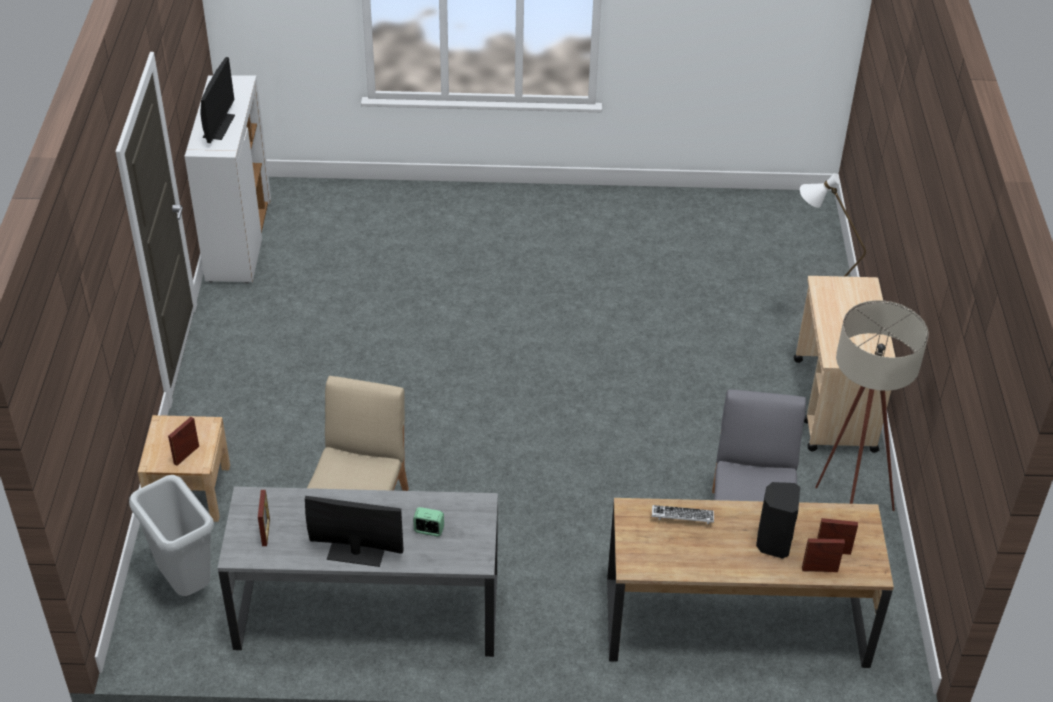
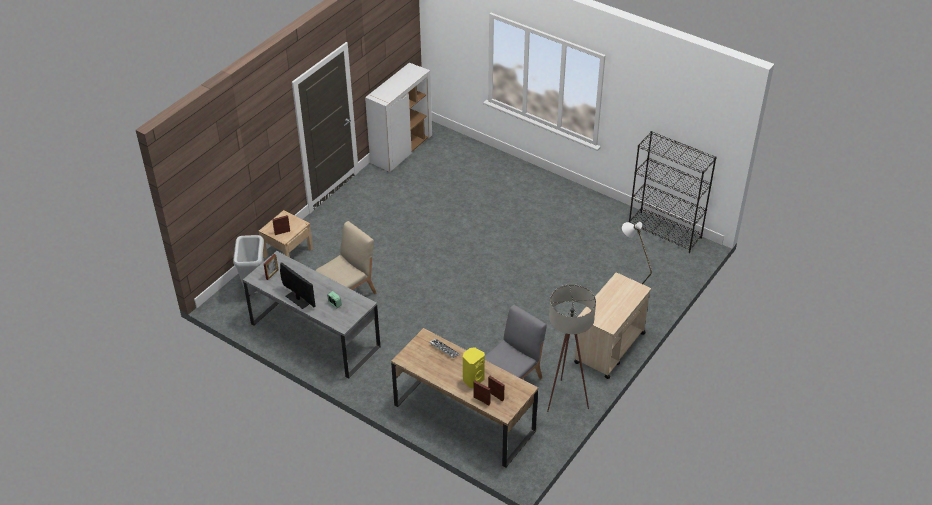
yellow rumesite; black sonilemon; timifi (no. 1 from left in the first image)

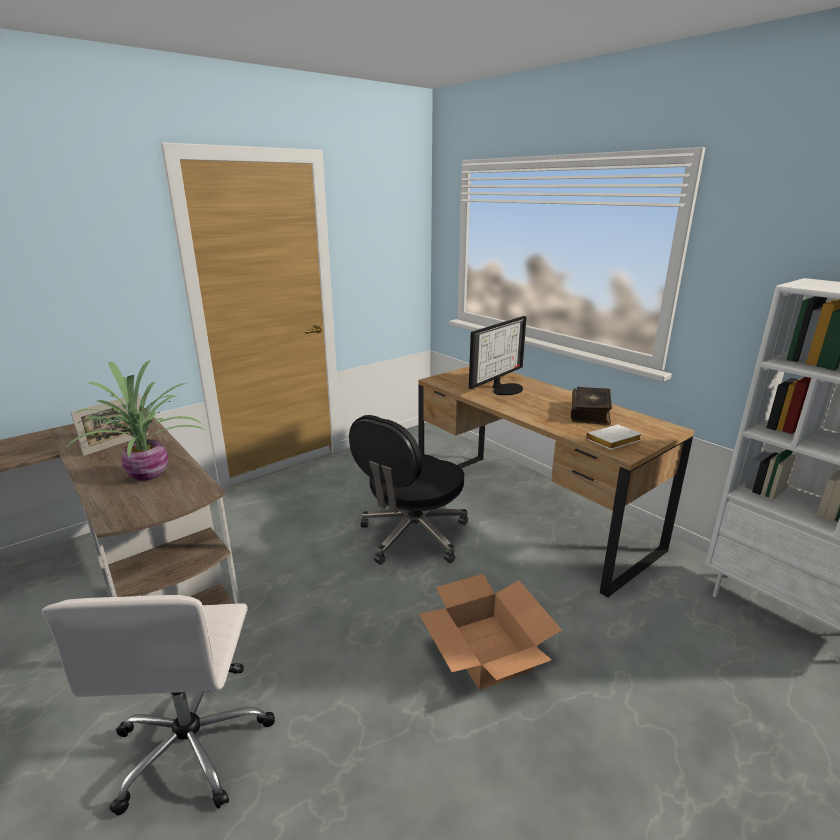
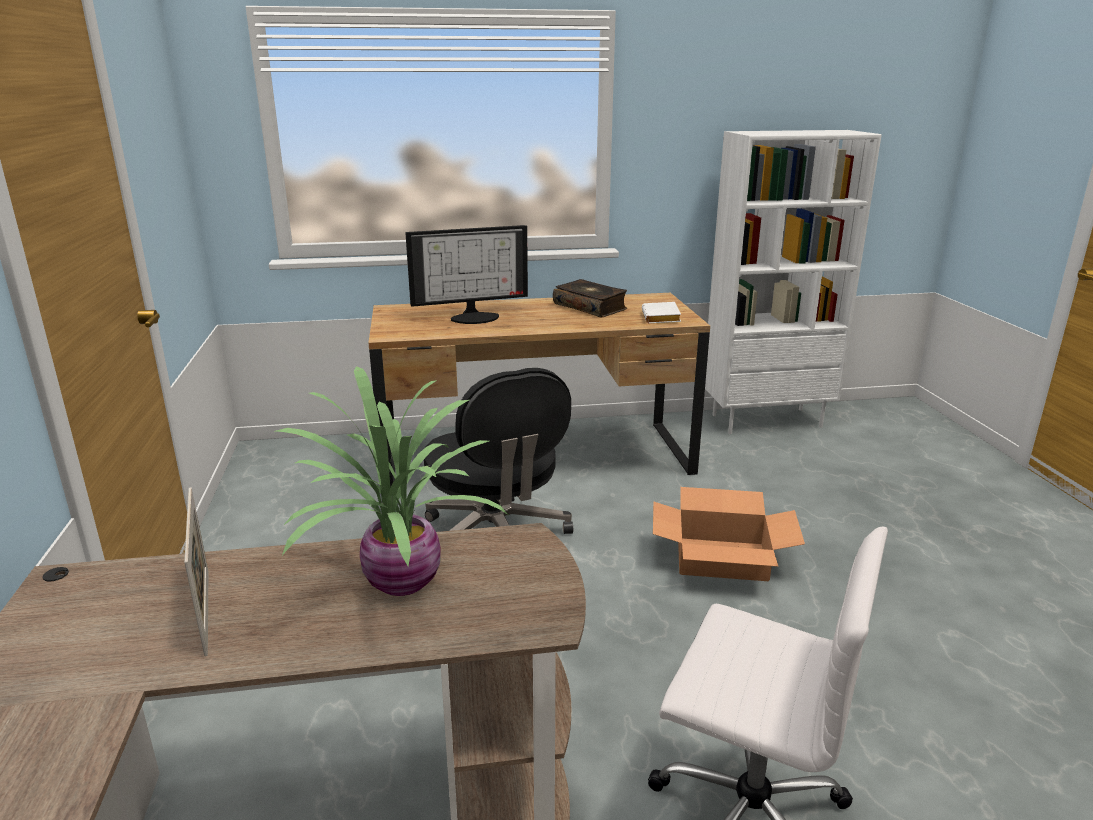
timifi

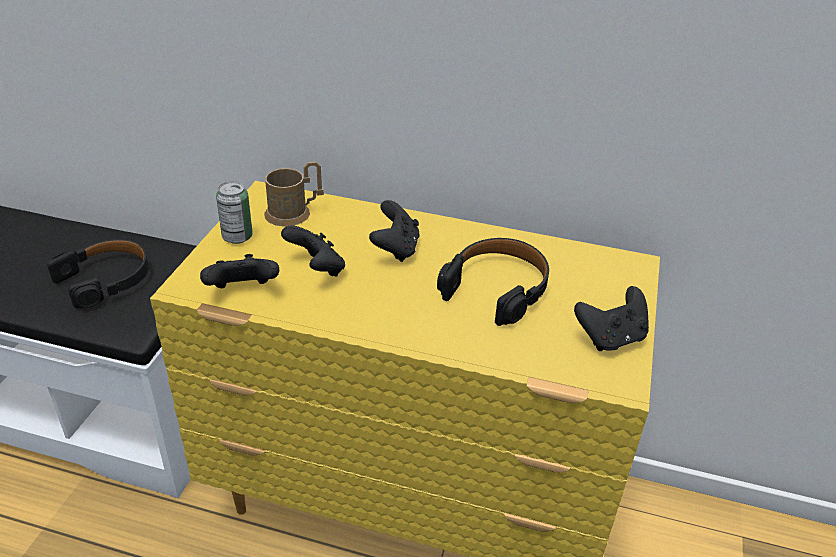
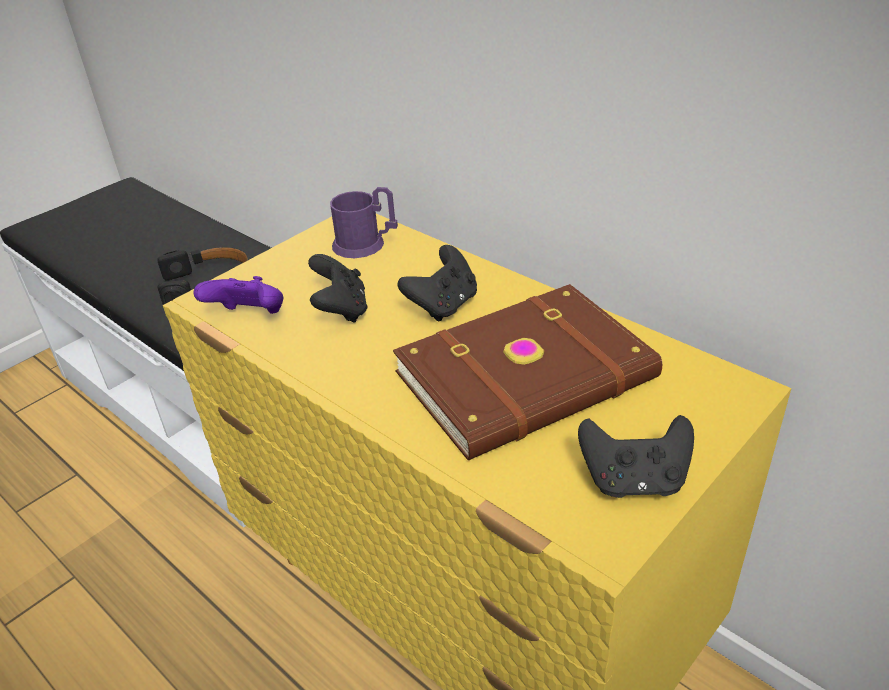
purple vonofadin; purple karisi; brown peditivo; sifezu

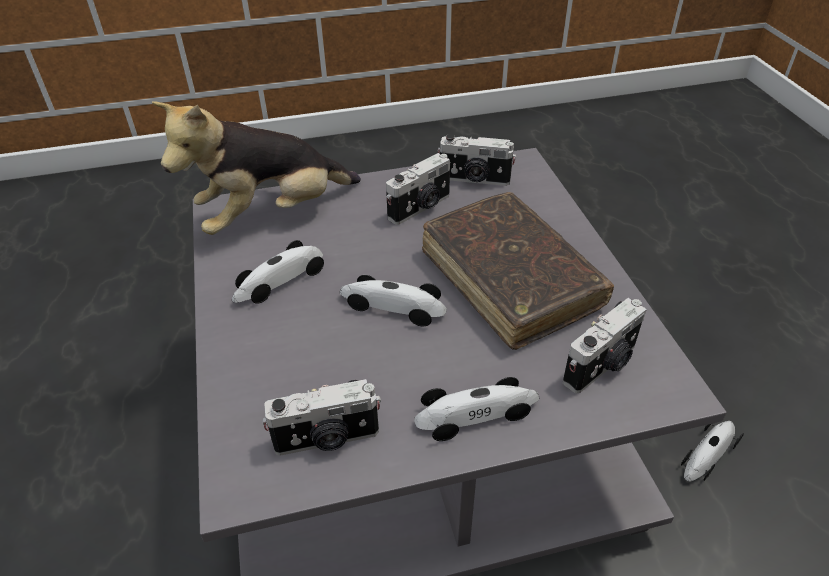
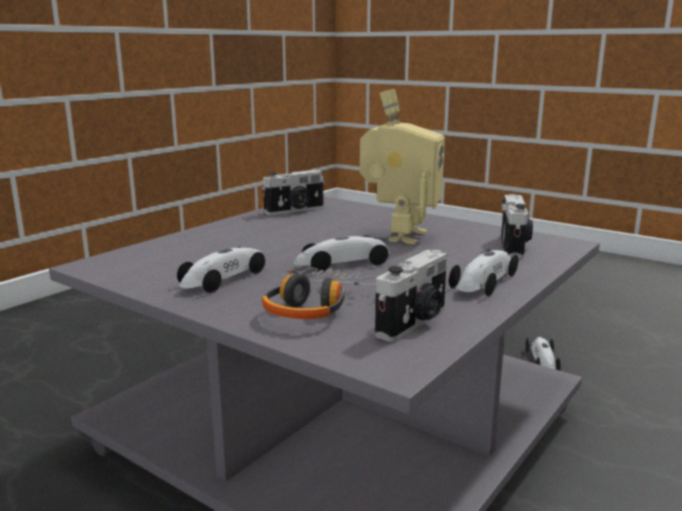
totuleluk (no. 1 from left); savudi; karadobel; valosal; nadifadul (no. 2 from left in the first image)

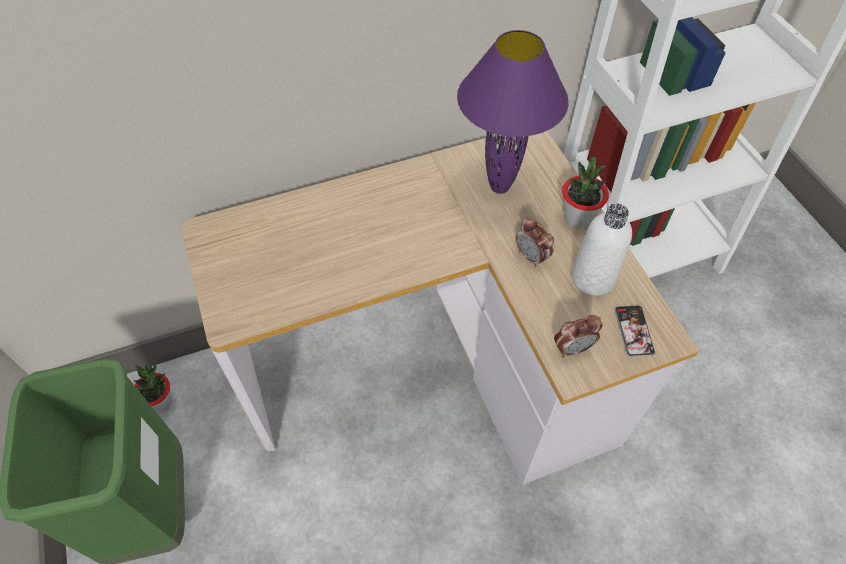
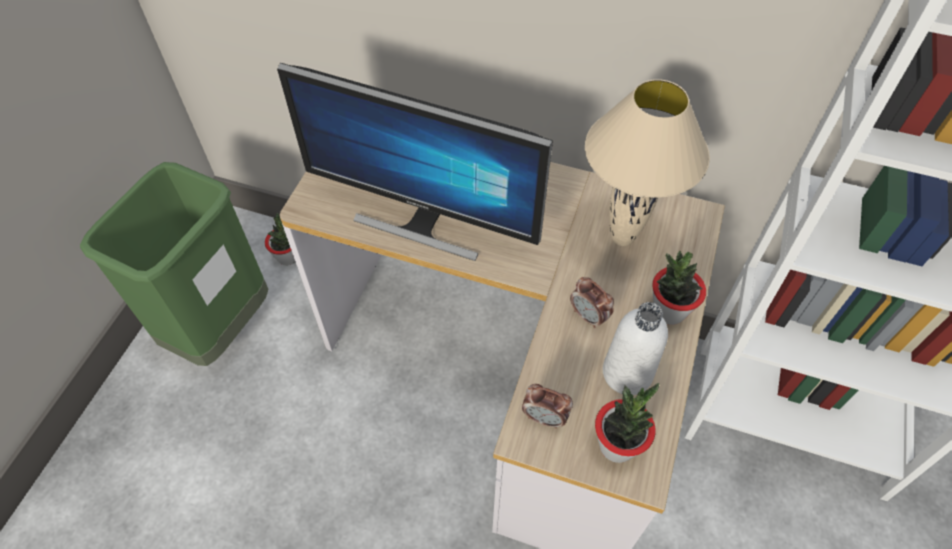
timifi; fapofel (no. 2 from left); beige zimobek; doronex (no. 2 from left)

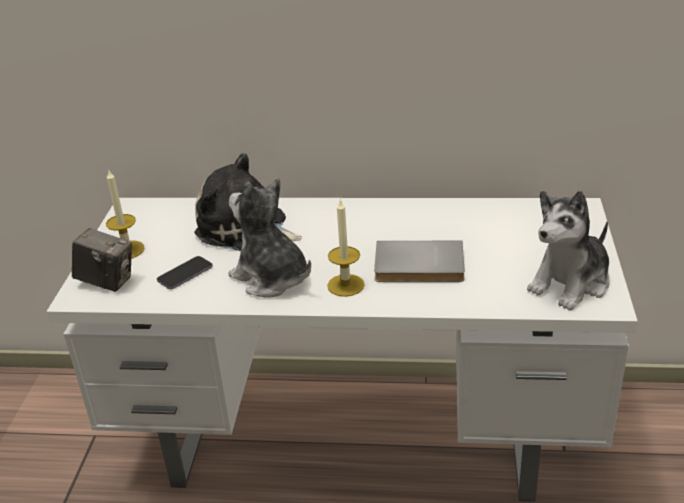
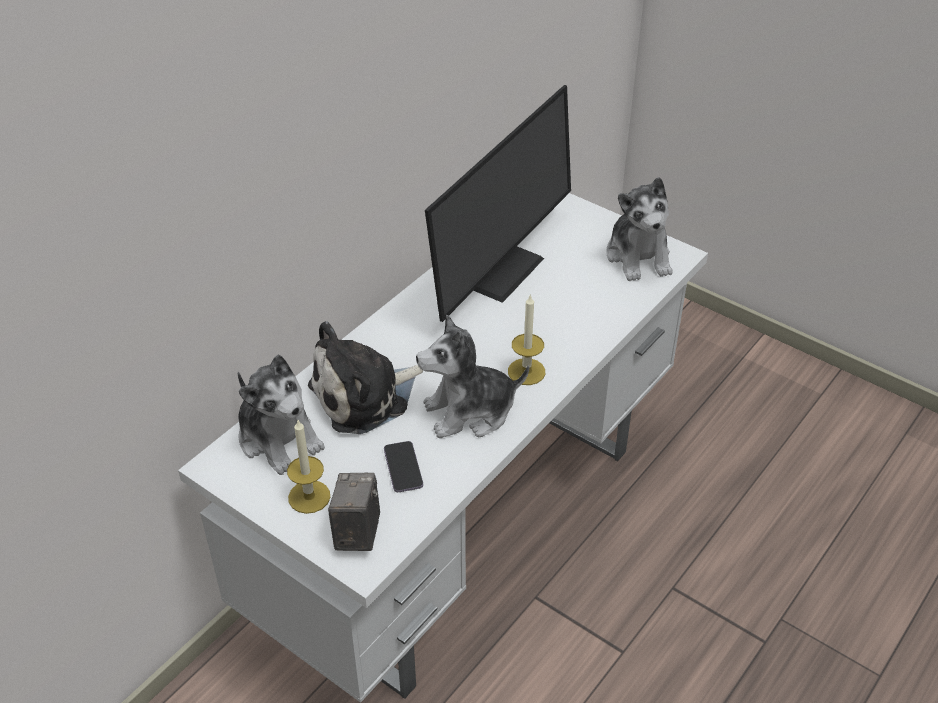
valosal (no. 1 from left); nadifadul; timifi; grey peditivo

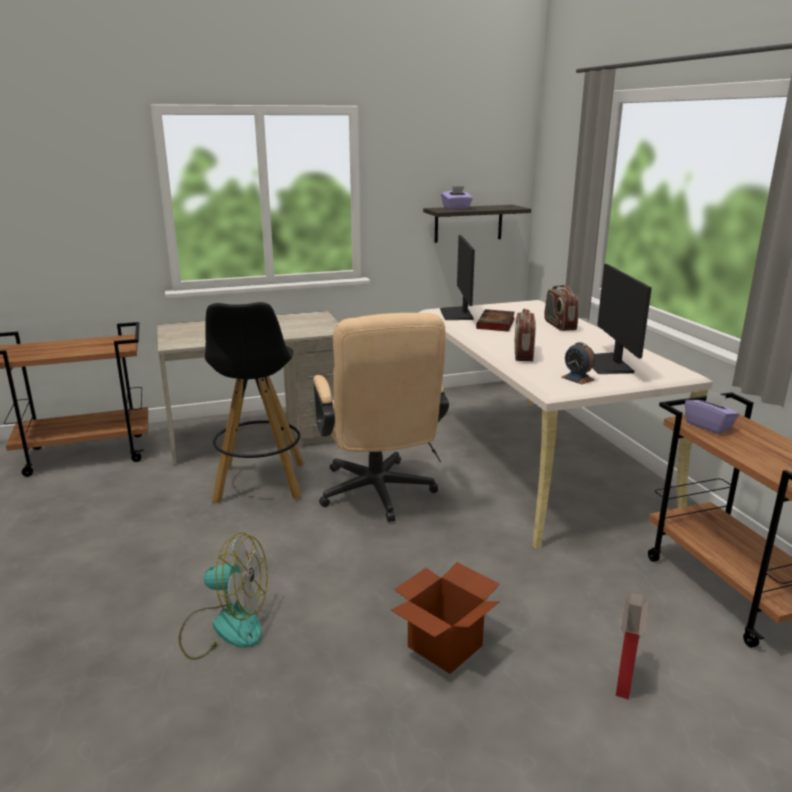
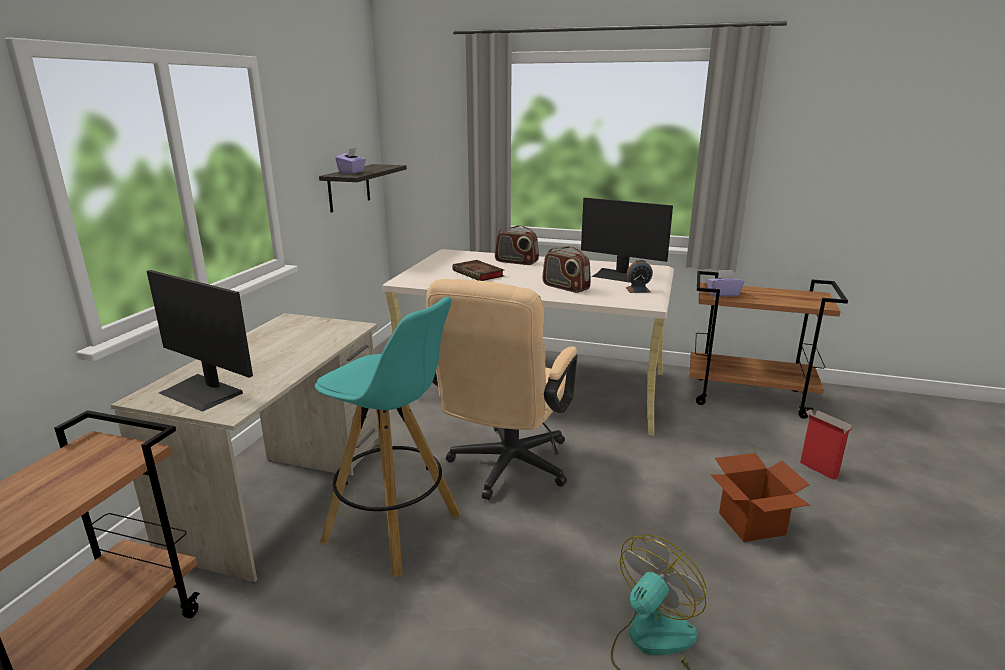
timifi (no. 1 from left); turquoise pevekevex; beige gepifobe

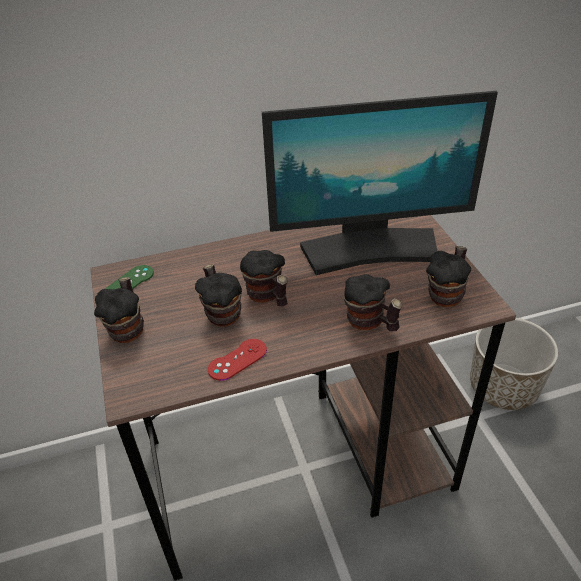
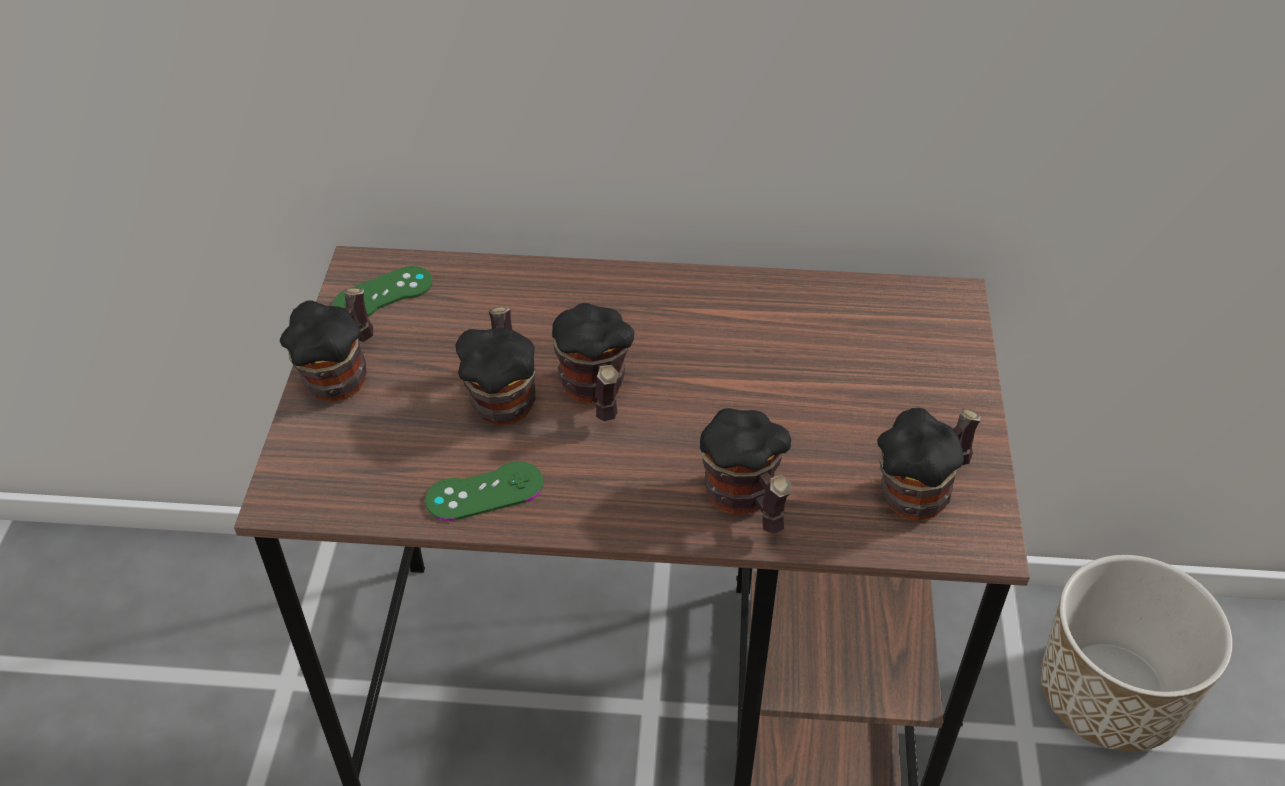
green vonofadin (no. 2 from left); timifi

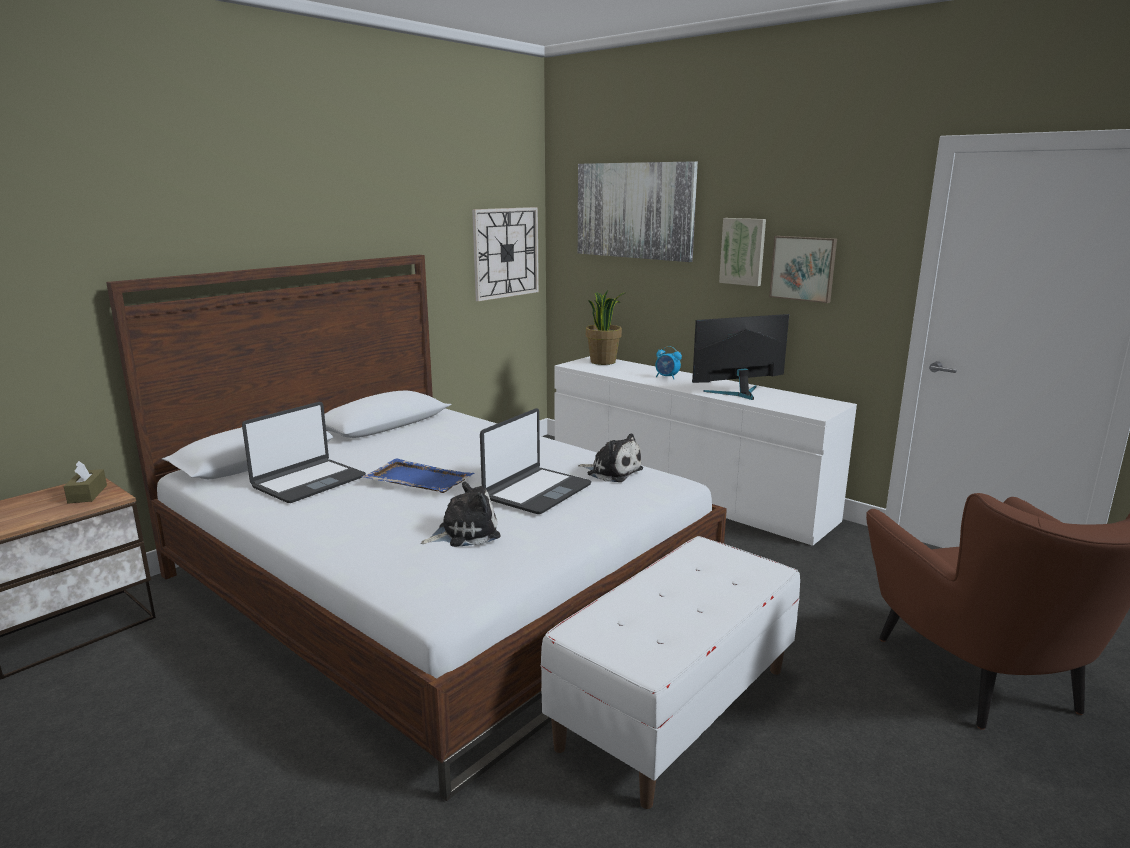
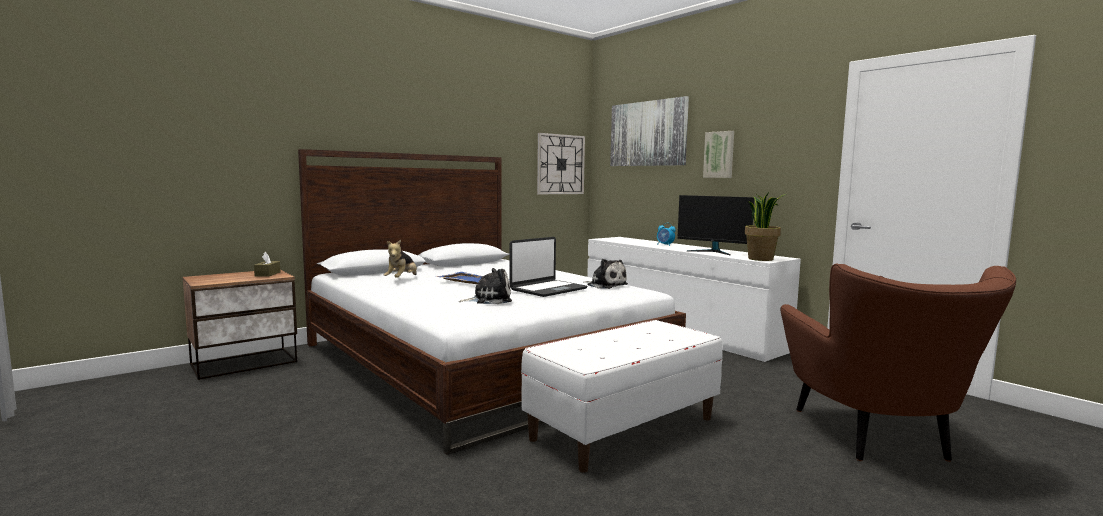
valosal (no. 1 from left); timifi; doronex; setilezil (no. 3 from left in the first image)

